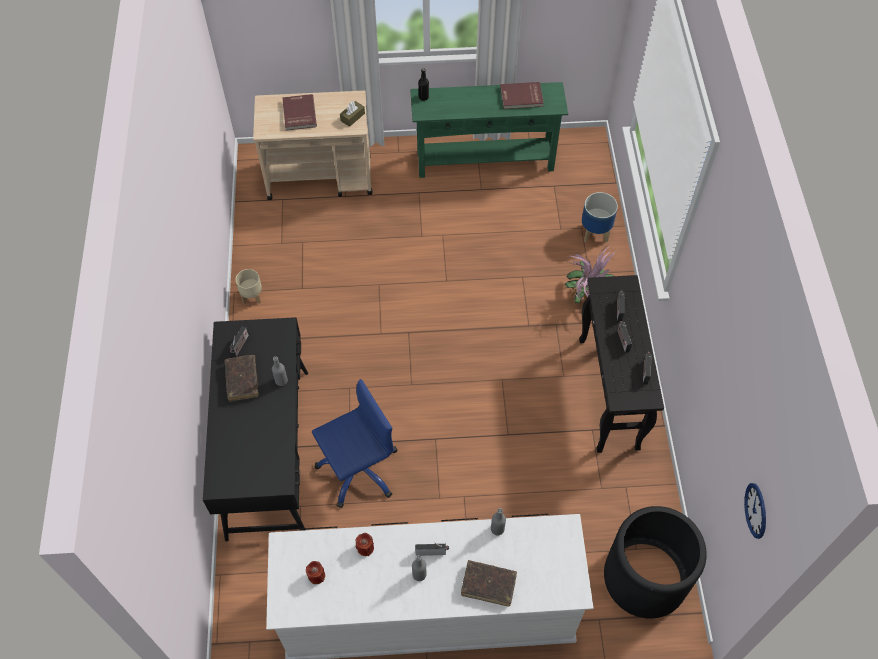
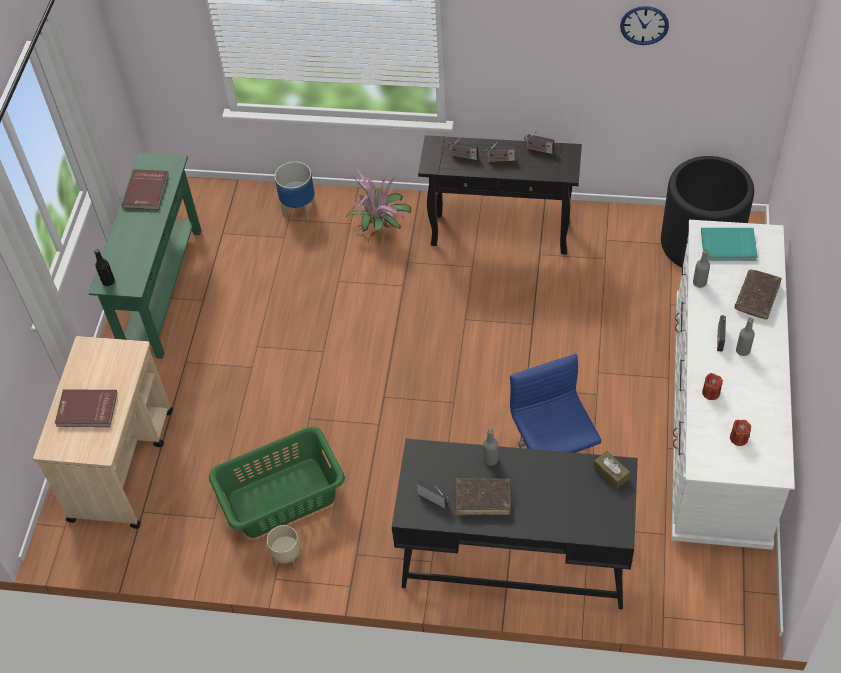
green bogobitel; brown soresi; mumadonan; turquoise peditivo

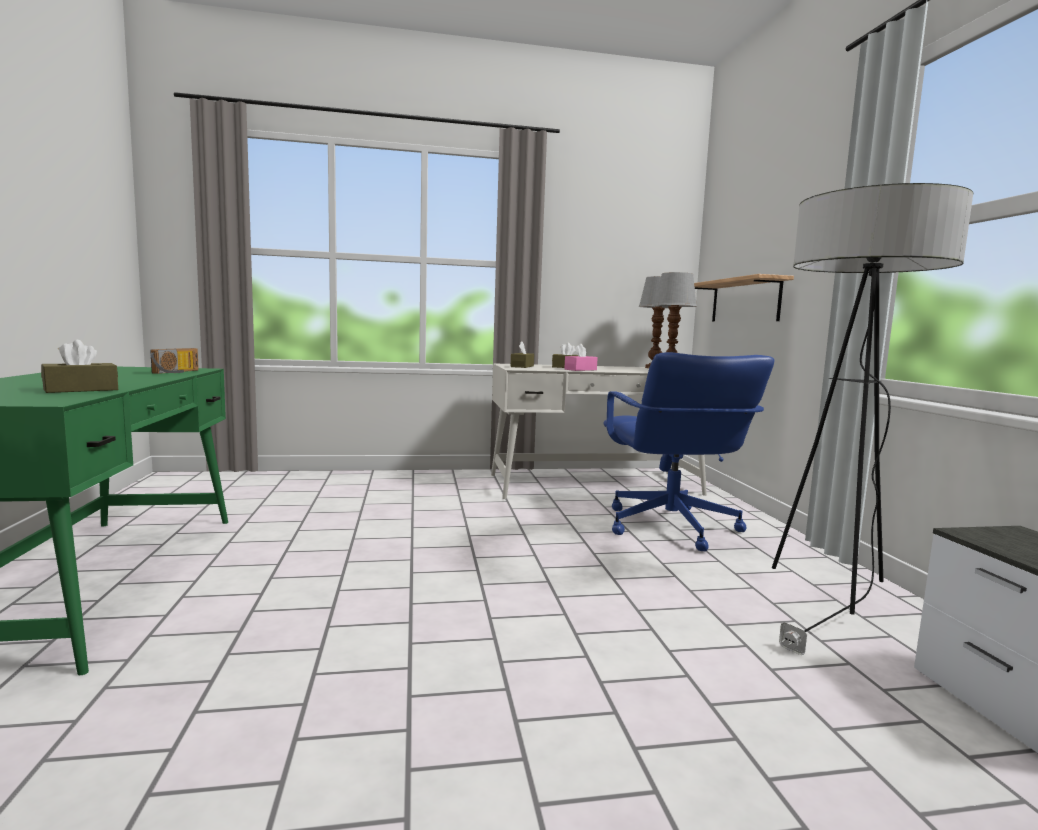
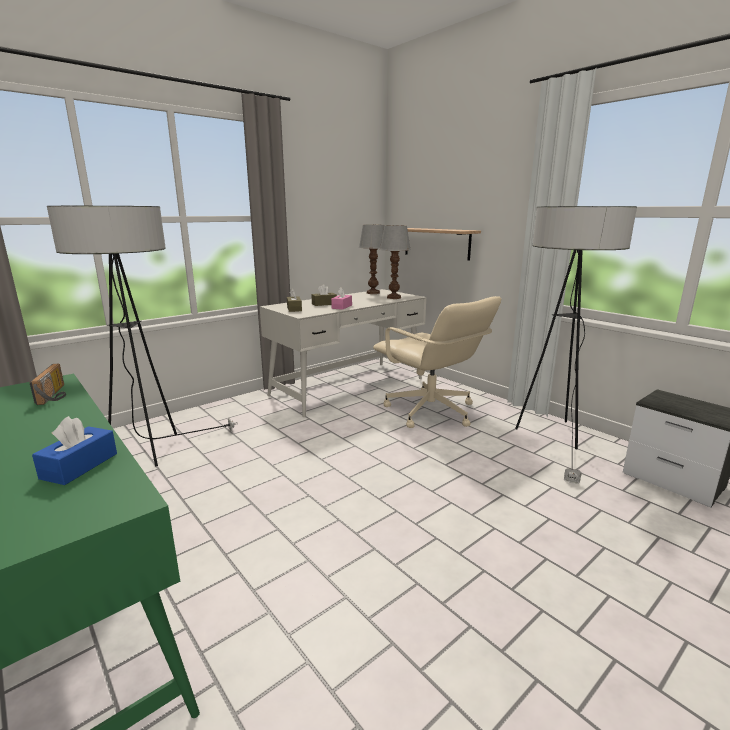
blue soresi; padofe (no. 1 from left); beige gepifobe

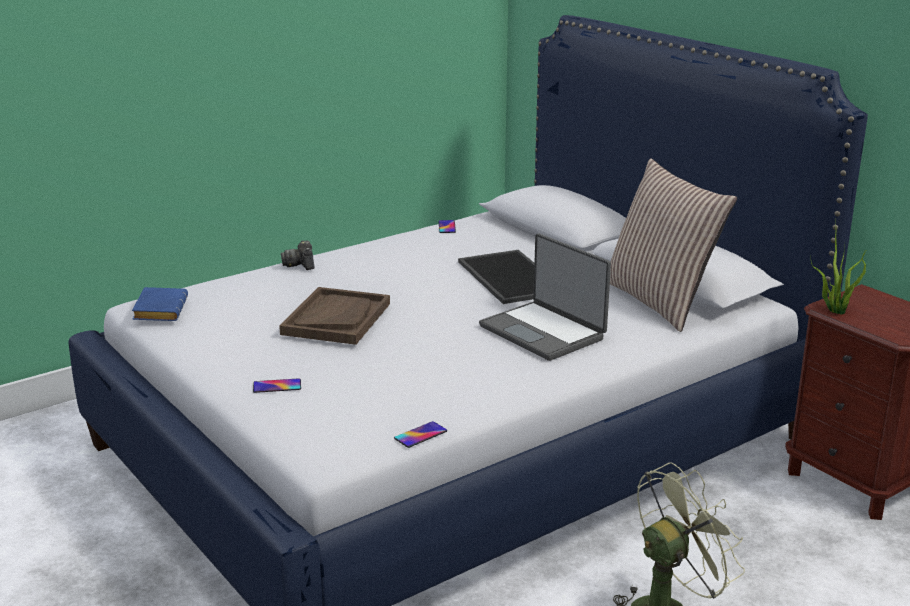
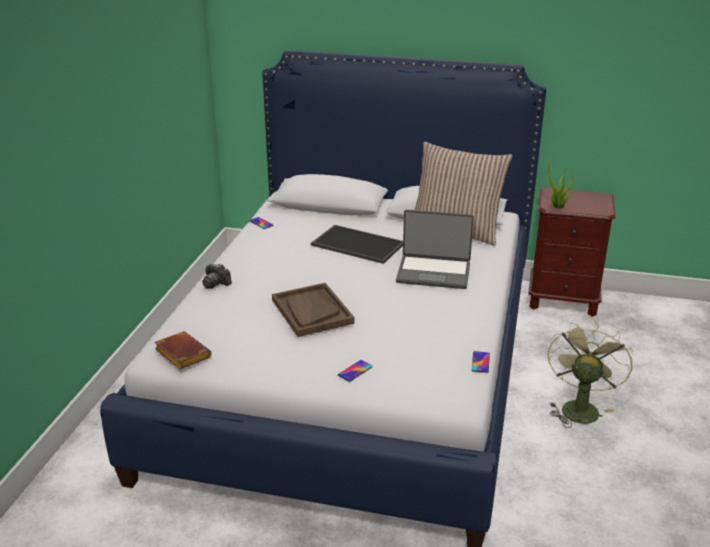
brown peditivo

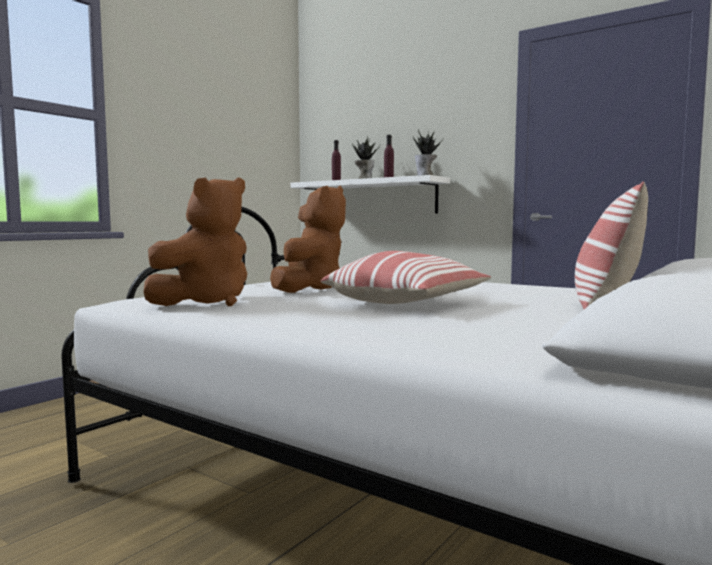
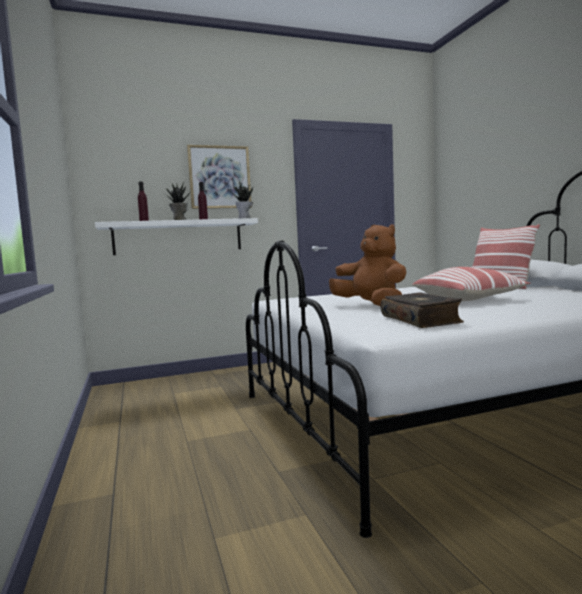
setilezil; peditivo

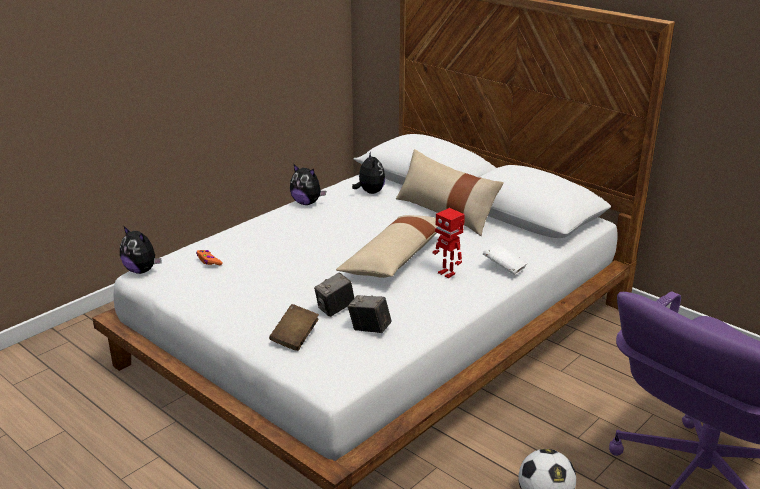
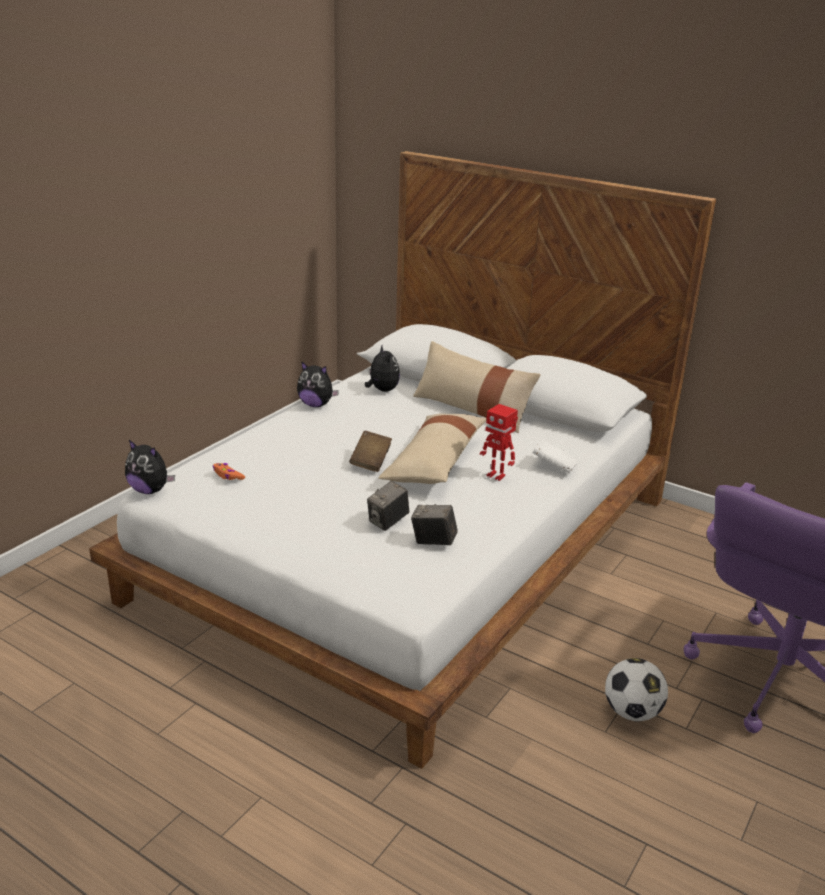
brown peditivo

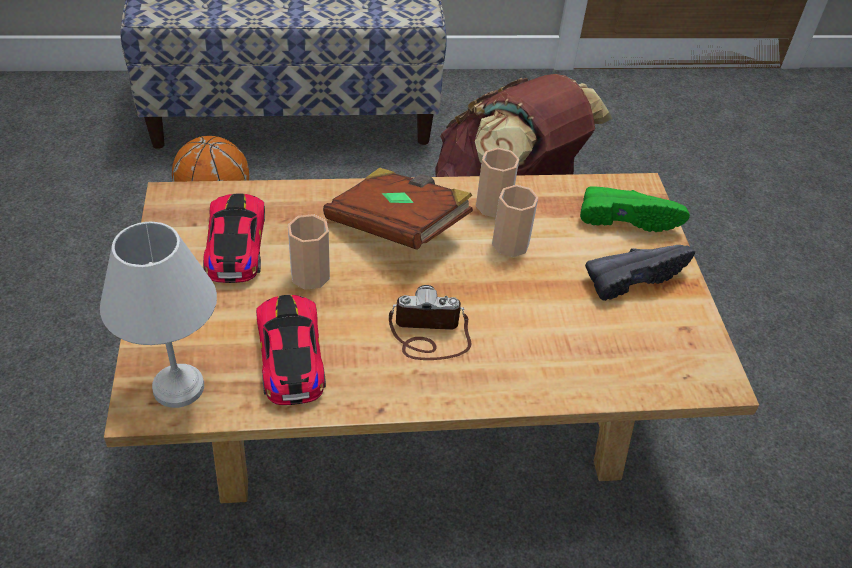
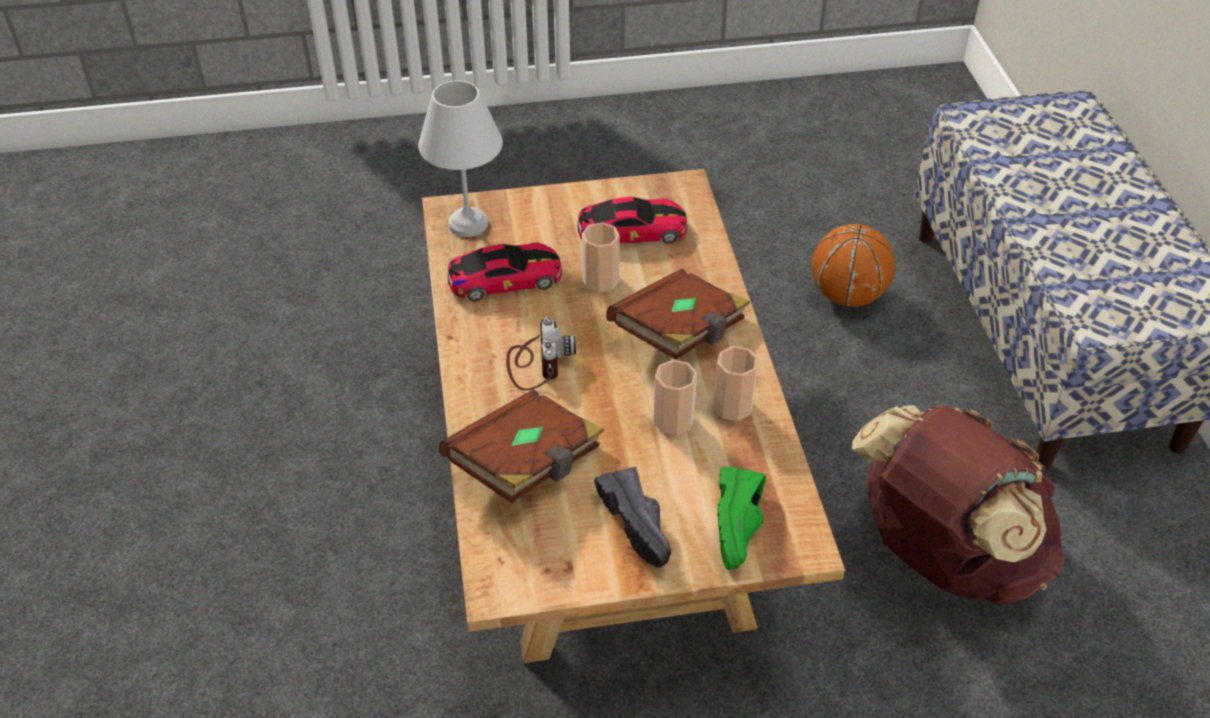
brown peditivo (no. 1 from left)

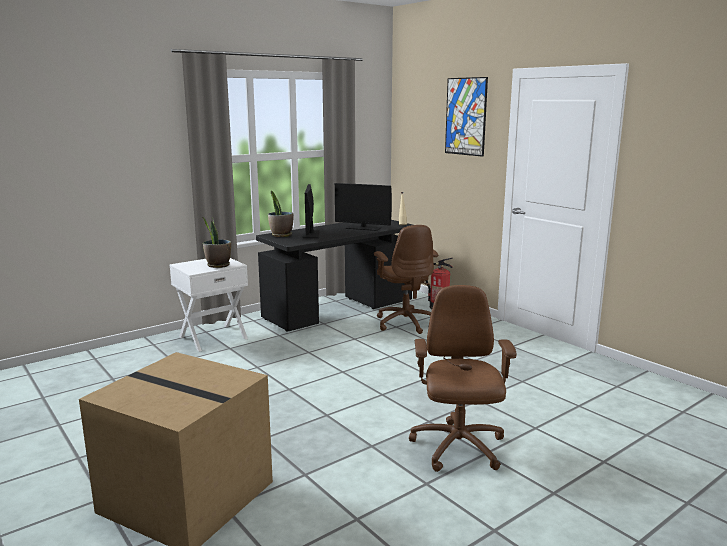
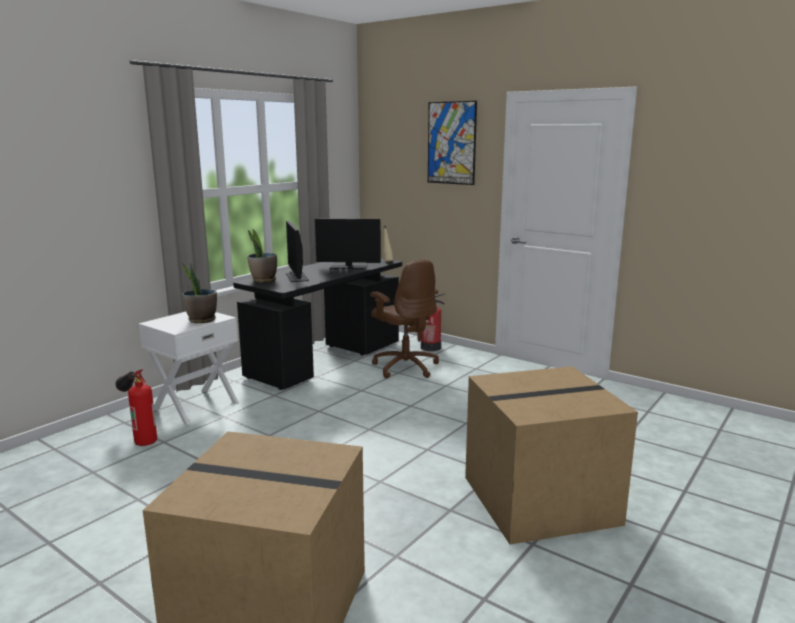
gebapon (no. 1 from left); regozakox (no. 2 from left)

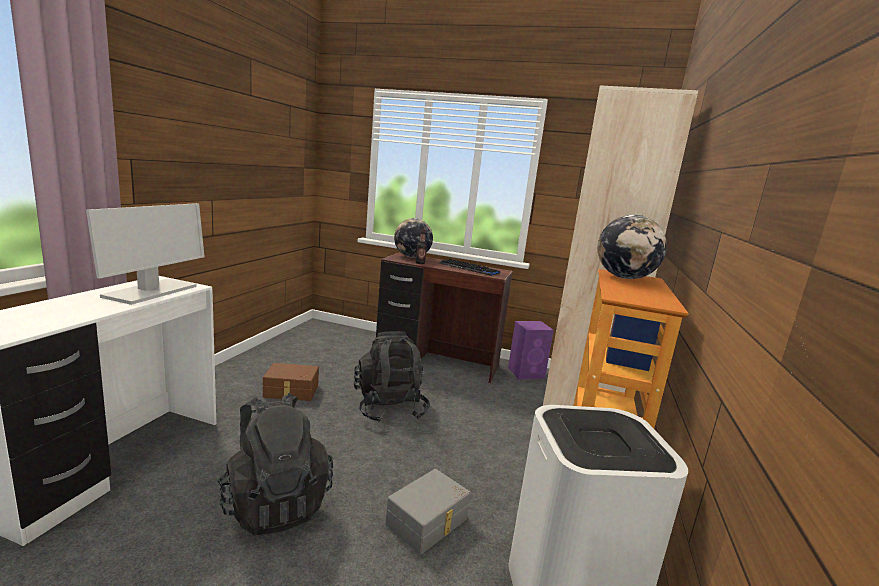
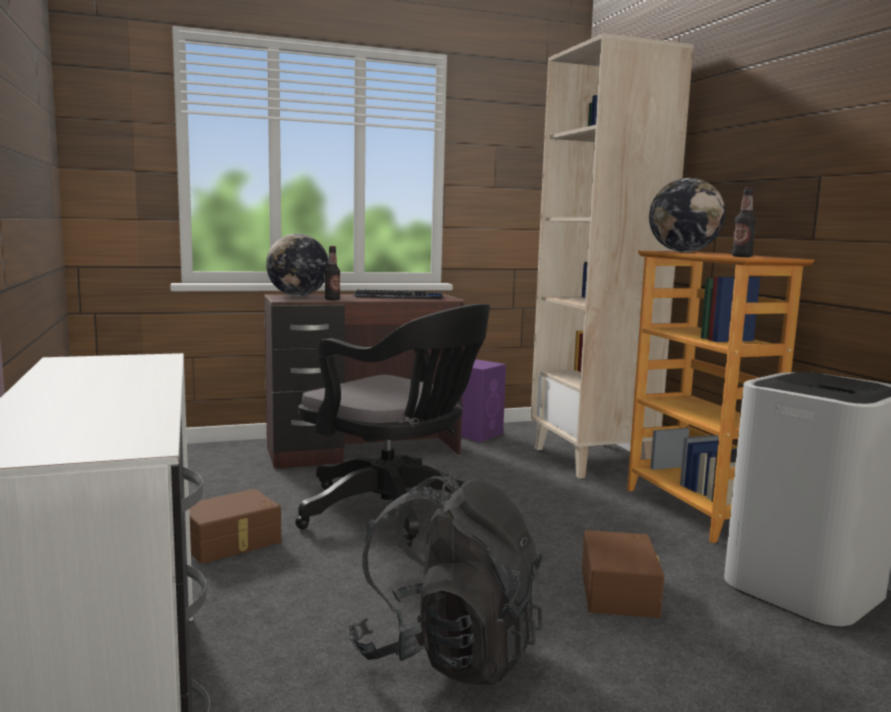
black gepifobe; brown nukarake (no. 2 from left); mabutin (no. 2 from left); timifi

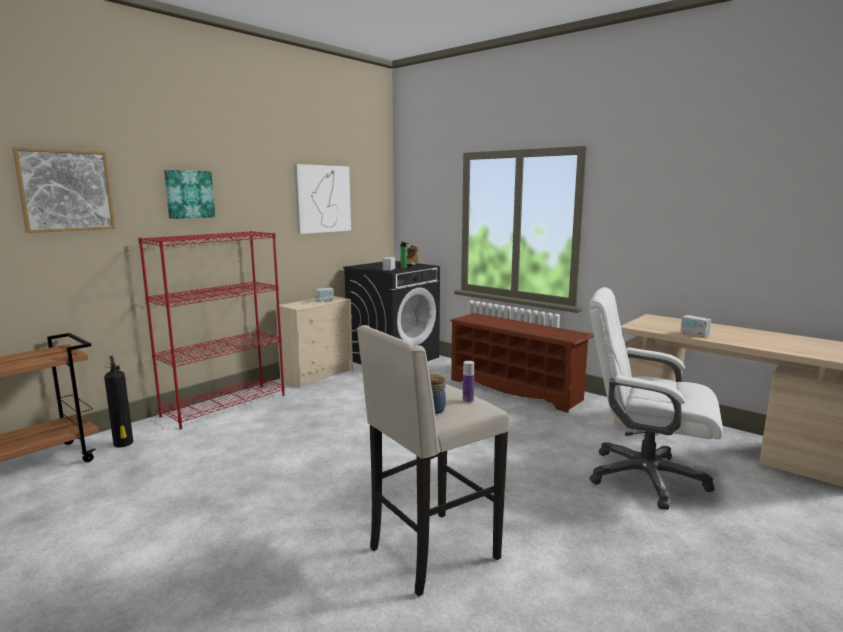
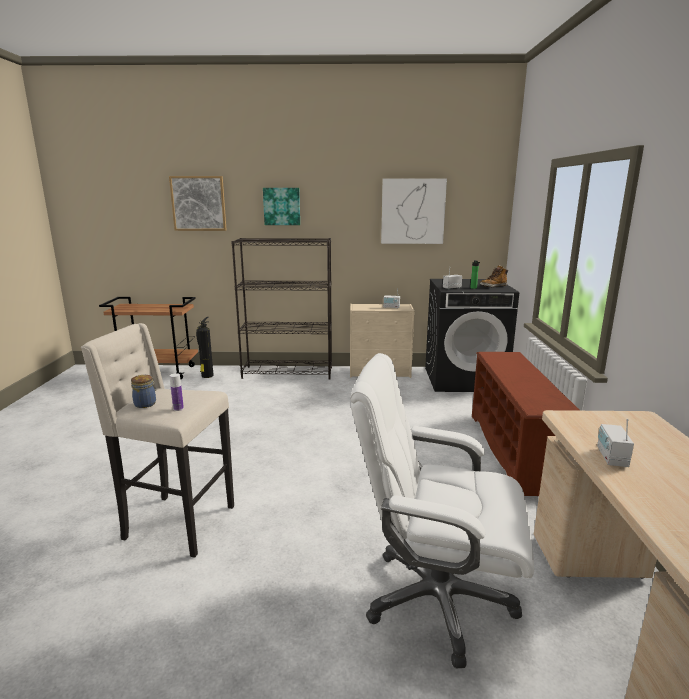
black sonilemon; white gepifobe

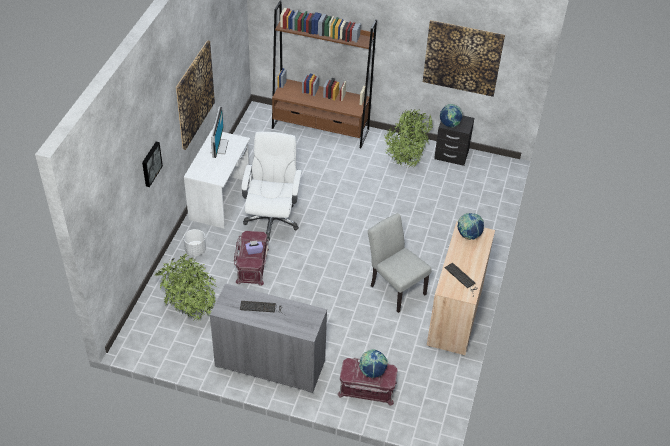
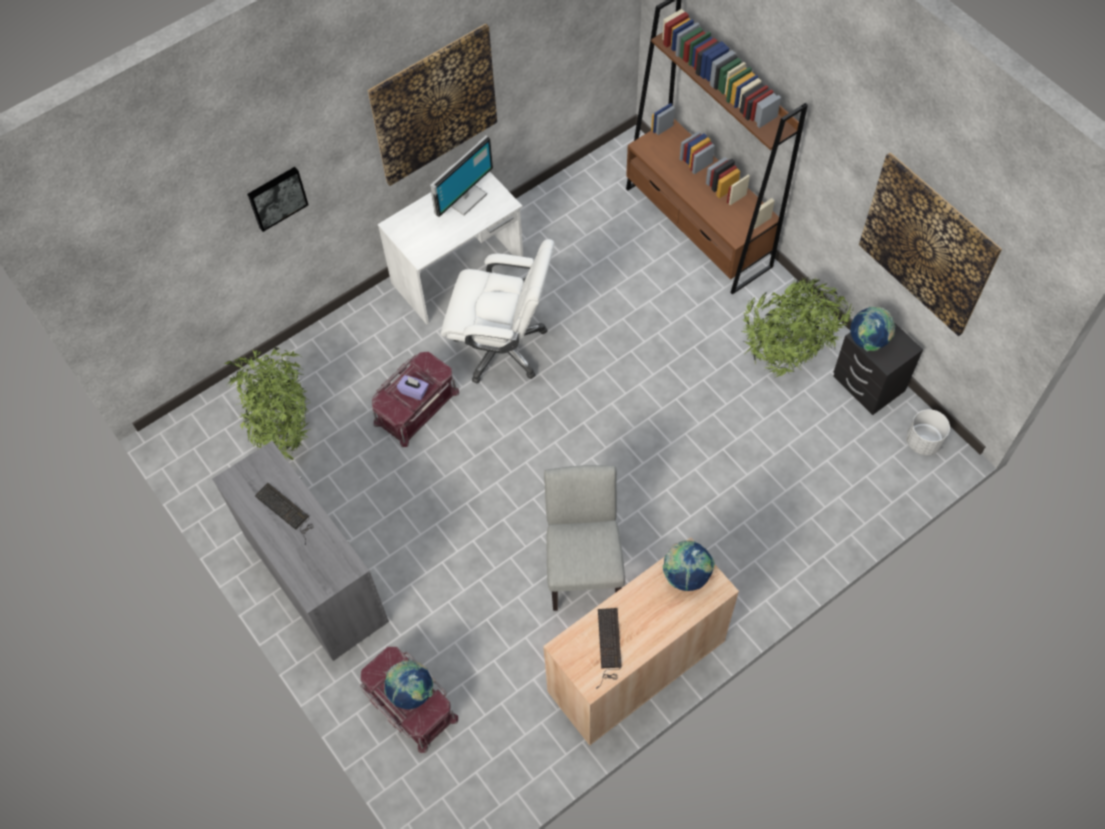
white gepifobe; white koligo

